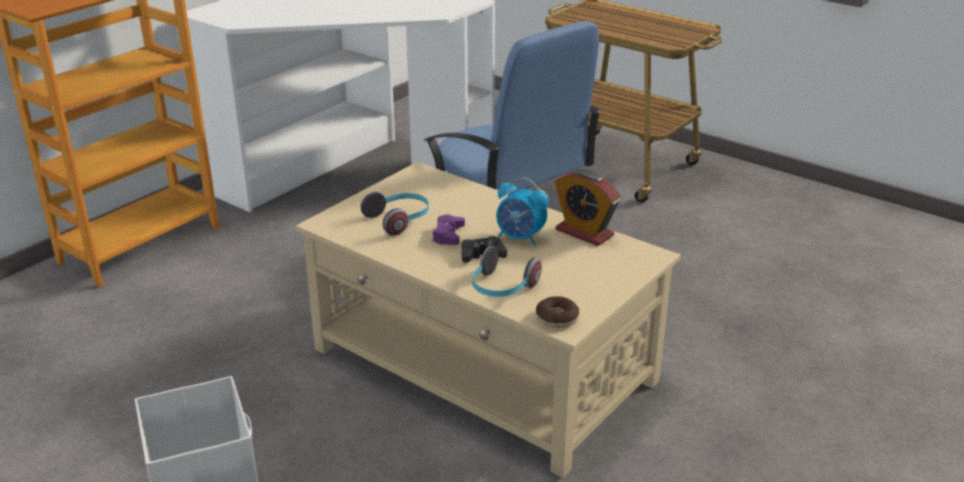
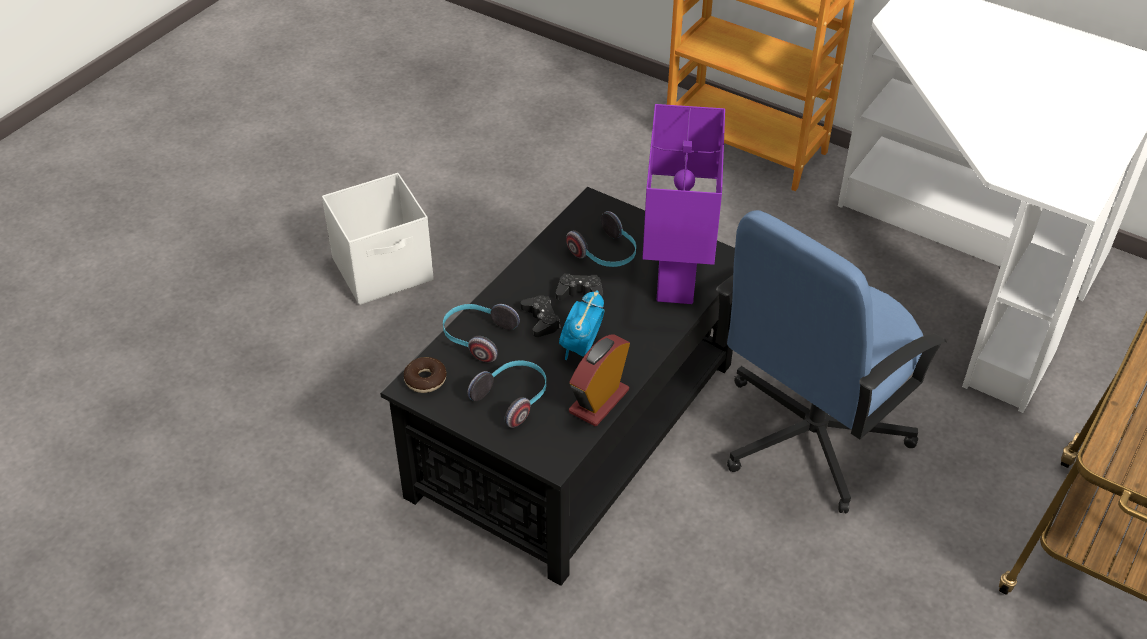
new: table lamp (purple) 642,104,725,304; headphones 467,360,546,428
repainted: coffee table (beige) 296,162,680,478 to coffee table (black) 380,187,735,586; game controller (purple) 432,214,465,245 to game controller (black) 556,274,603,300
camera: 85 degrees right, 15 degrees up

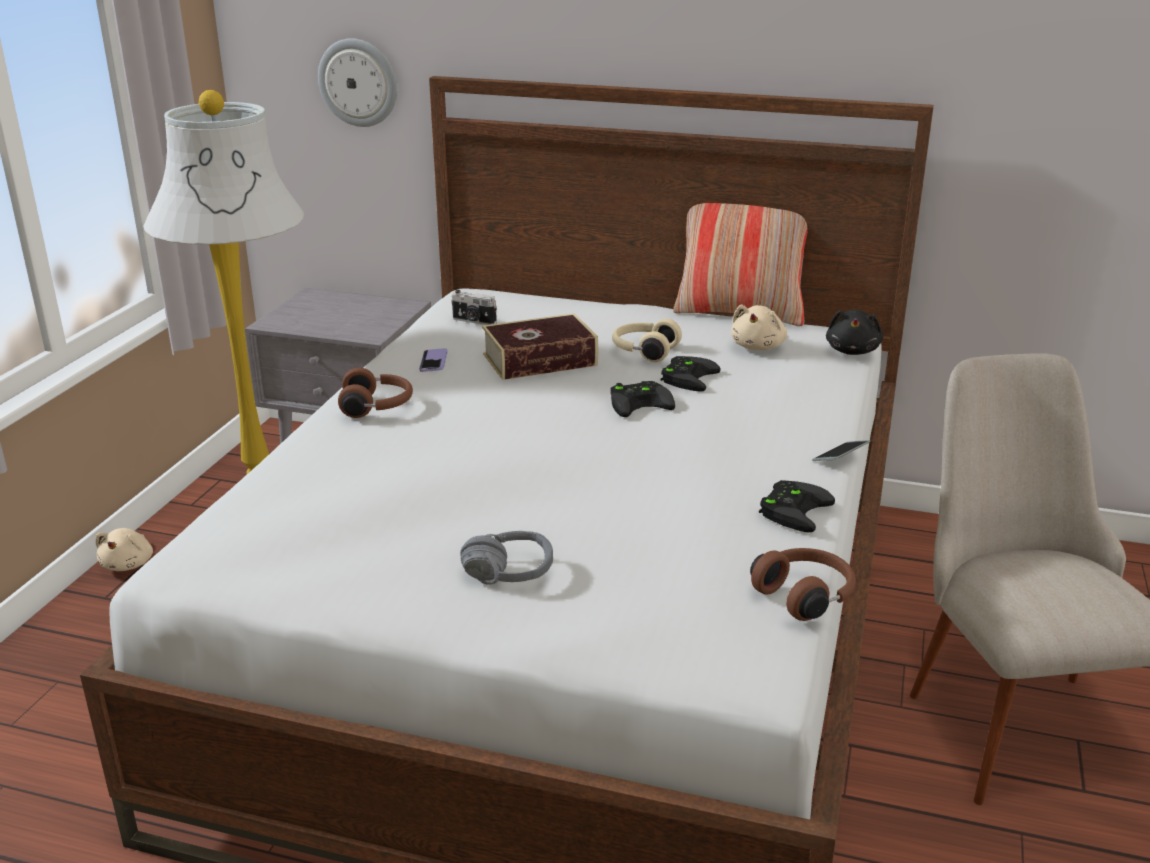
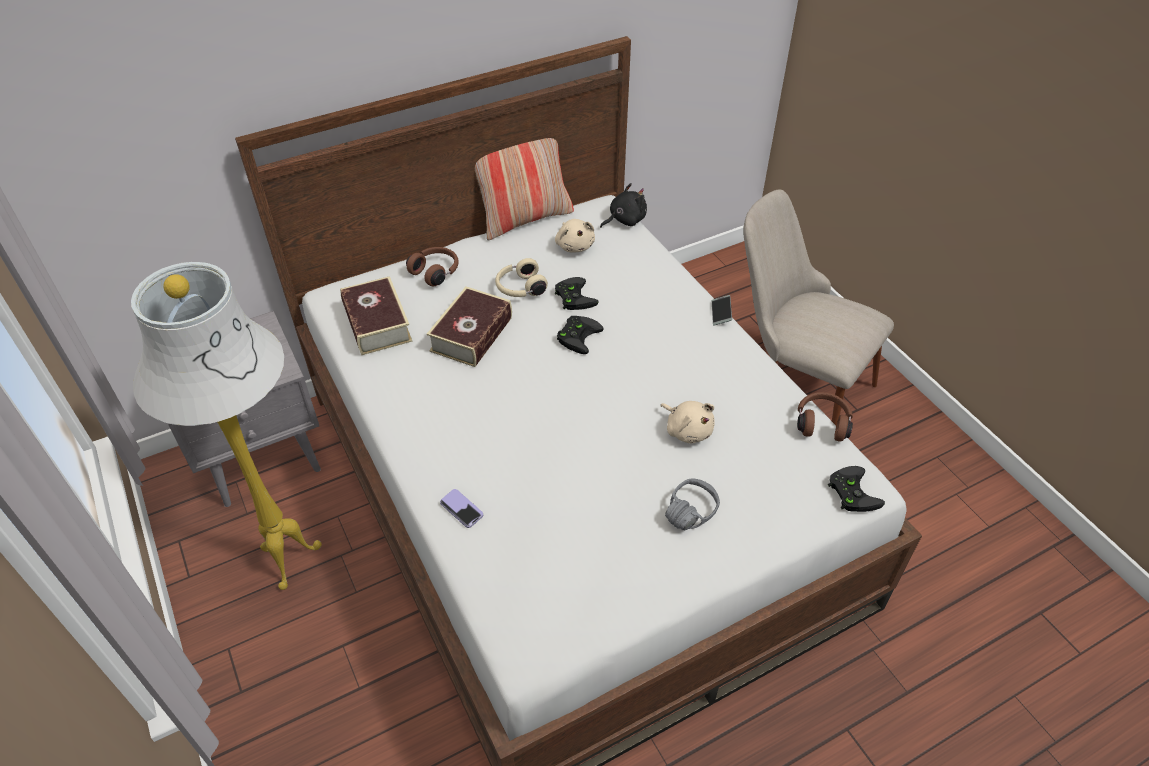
gone: wall clock 318,38,397,127
shifted: phone 419,348,448,372 to 440,489,483,528; headphones (brown) 338,368,413,418 to 406,247,459,287; game controller (black) 759,480,835,532 to 828,466,885,512; plush toy (beige) 95,528,153,571 to 660,401,715,444
swapped: photo camera 451,290,497,325 to book 340,276,413,355
rotated: plush toy (black) 826,310,883,355 = 600,183,647,228 90 degrees counterclockwise
camera: 45 degrees left, 20 degrees up

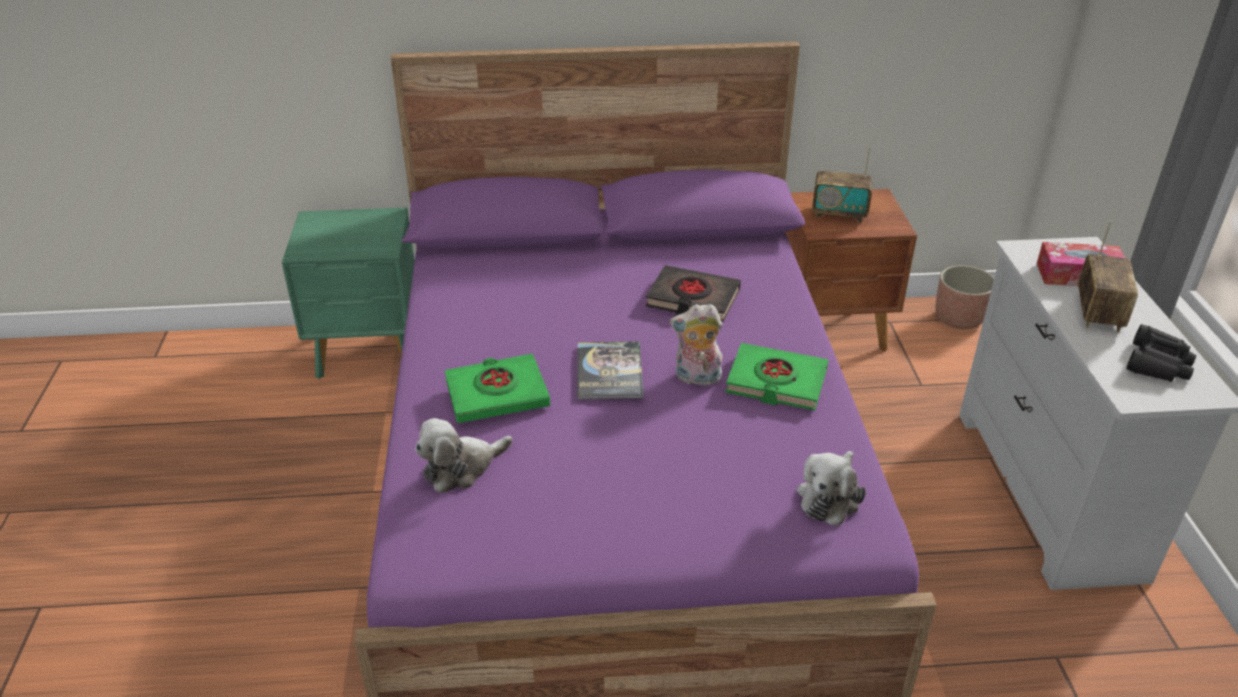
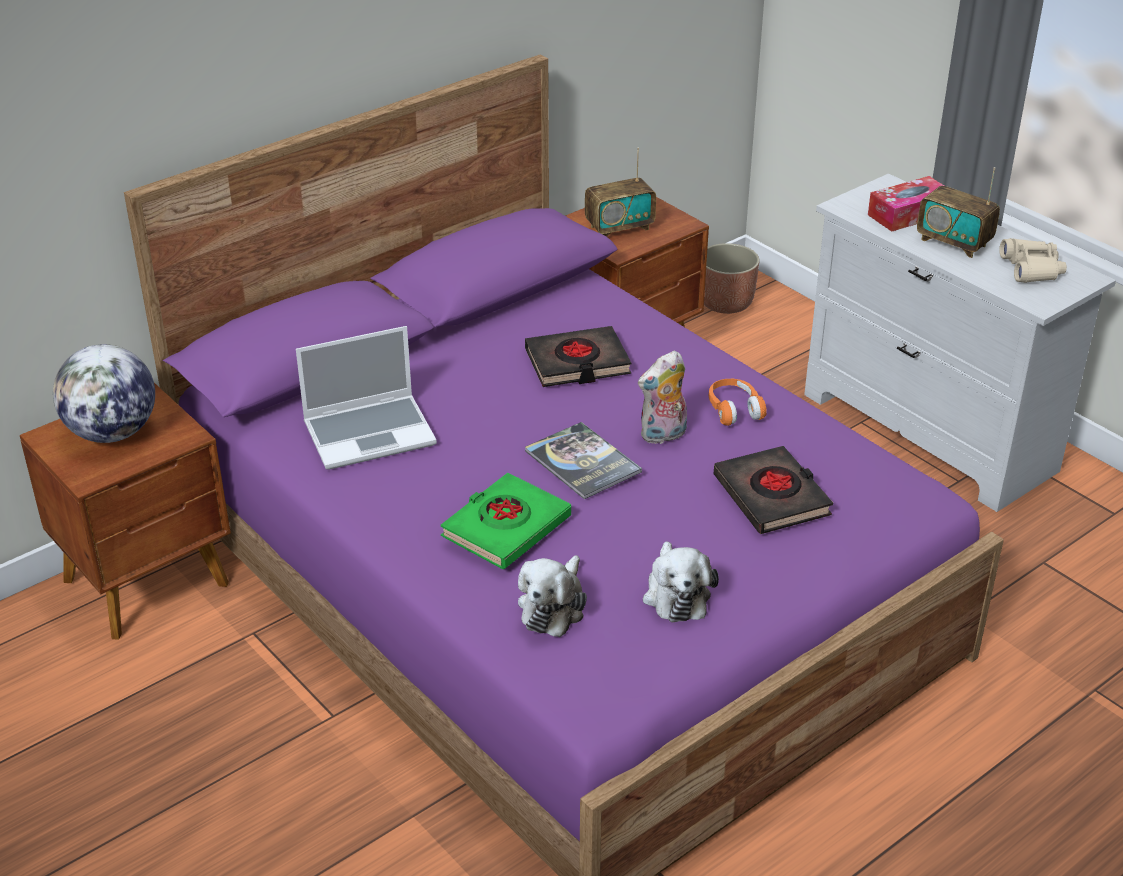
new: laptop 296,326,437,470; globe 53,344,155,443; book (black) 714,446,833,534
shifted: plush toy 797,451,866,526 to 643,541,719,622
swapped: book (green) 725,343,828,410 to headphones (orange) 709,379,767,426
repainted: nightstand (green) 282,207,415,379 to nightstand (brown) 20,383,231,640; binoculars (black) 1126,324,1196,382 to binoculars (beige) 999,238,1067,283
rotated: radio 1078,221,1138,333 = 917,167,1000,258 150 degrees clockwise
camera: 35 degrees left, 0 degrees up

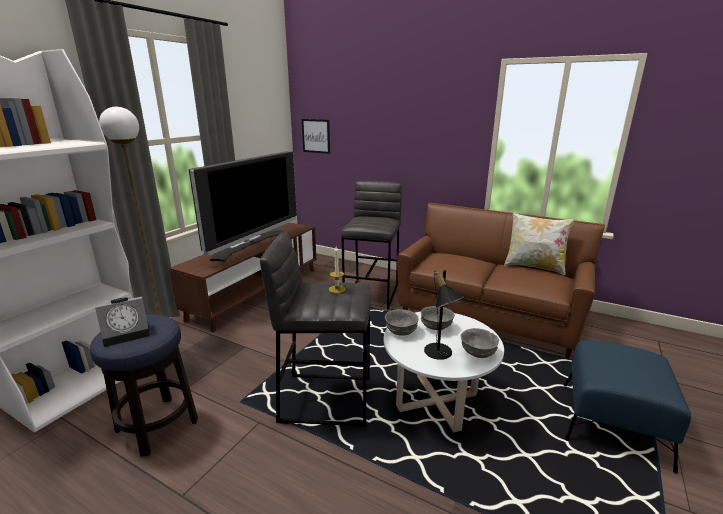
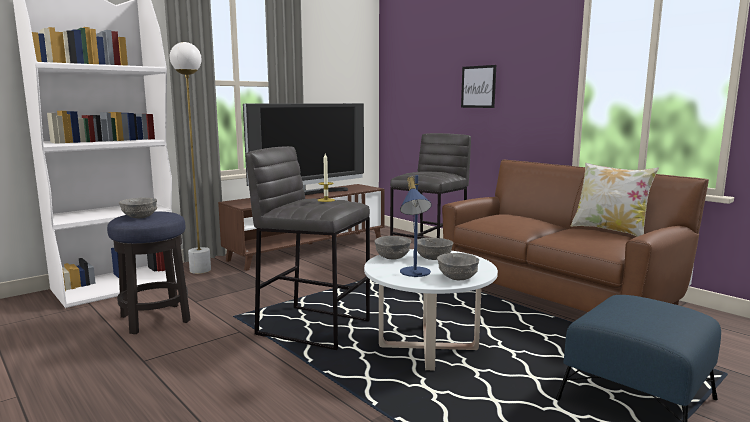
shifted: picture 302,119,330,154 to 461,65,496,108
swapped: alarm clock 95,297,150,347 to bowl (grey) 119,198,157,218
repainted: table lamp (black) 424,270,464,360 to table lamp (blue) 400,175,432,277
camera: 20 degrees right, 10 degrees down

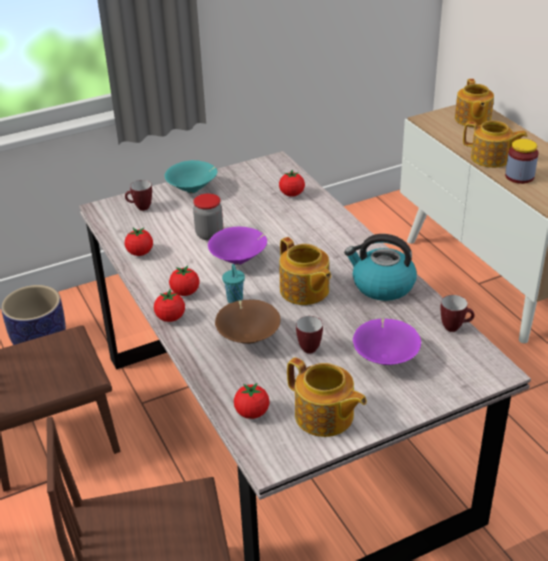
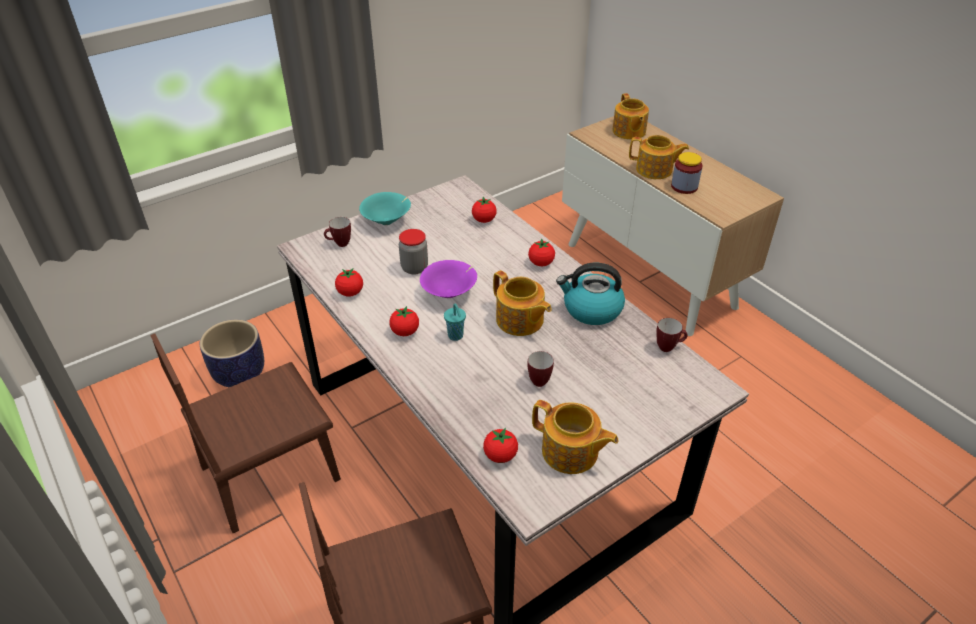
gone: bowl (brown) 215,300,280,344; bowl (purple) 353,318,421,365
shifted: tomato 154,289,185,322 to 528,238,555,266
camera: 10 degrees left, 5 degrees up

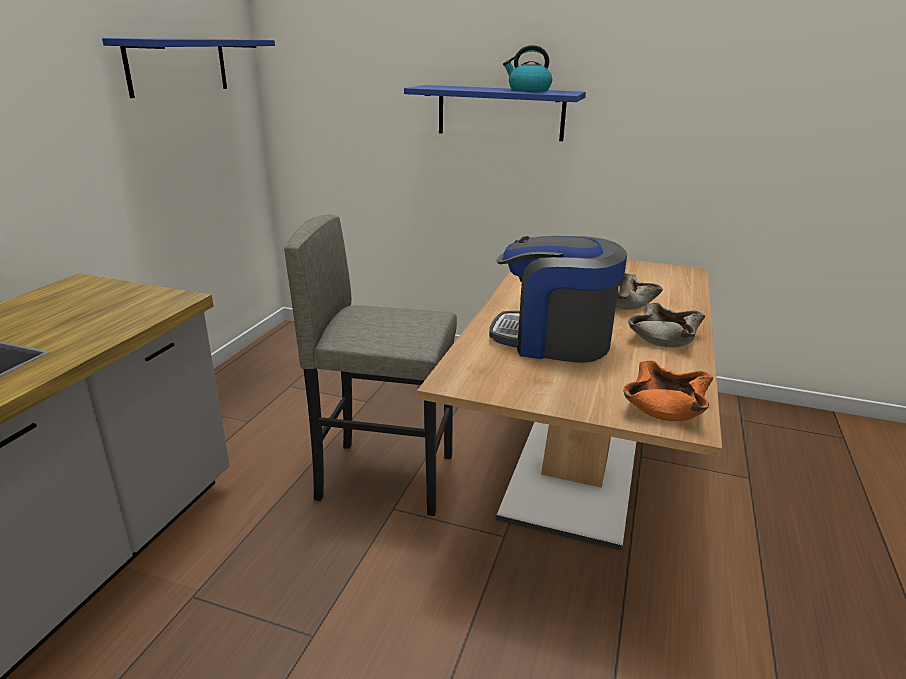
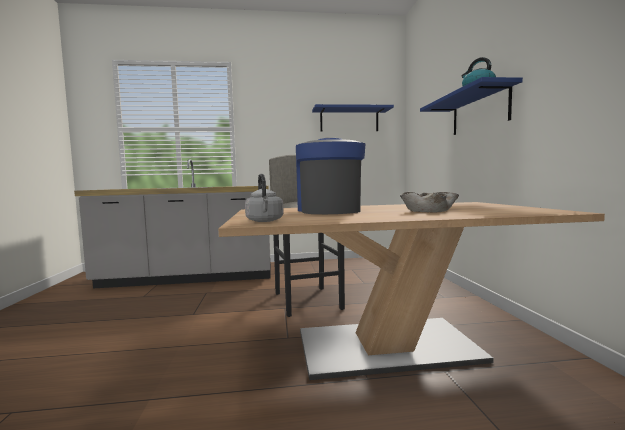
gone: bowl (beige) 628,303,705,347
swapped: bowl (orange) 623,361,713,421 to kettle (grey) 245,174,284,222
camera: 65 degrees right, 20 degrees down

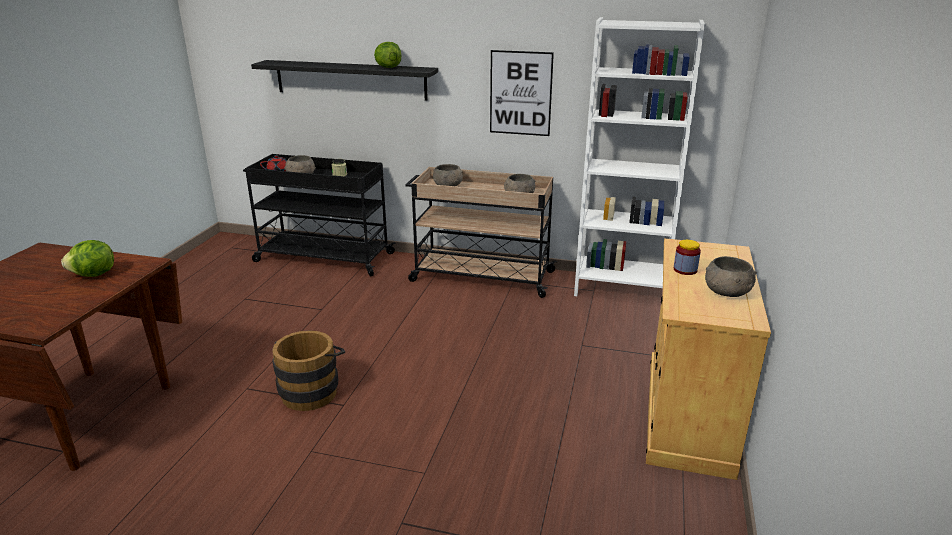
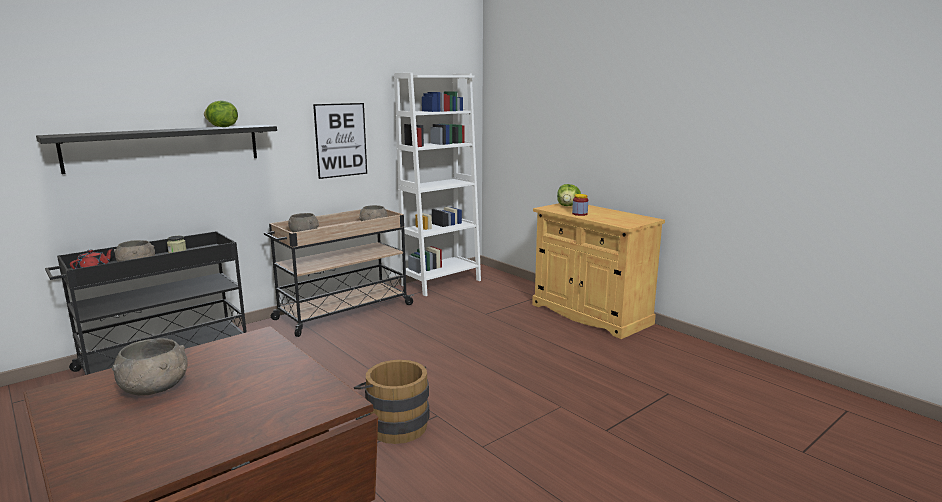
shifted: lettuce 61,240,114,277 to 557,184,581,206; bowl (grey) 705,256,757,297 to 112,338,188,396
camera: 55 degrees left, 10 degrees down

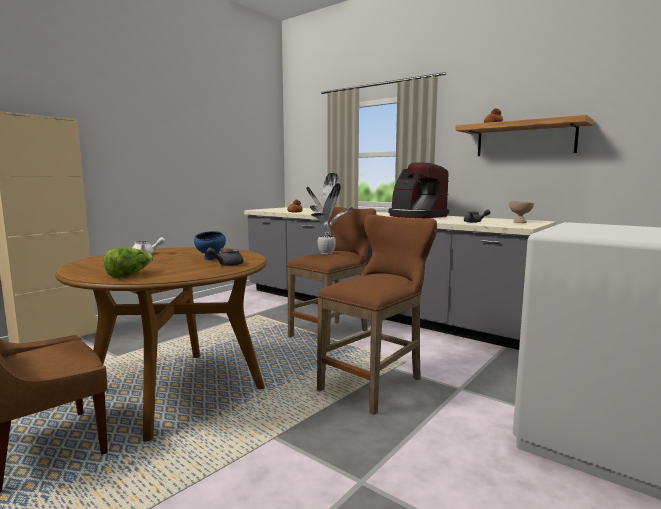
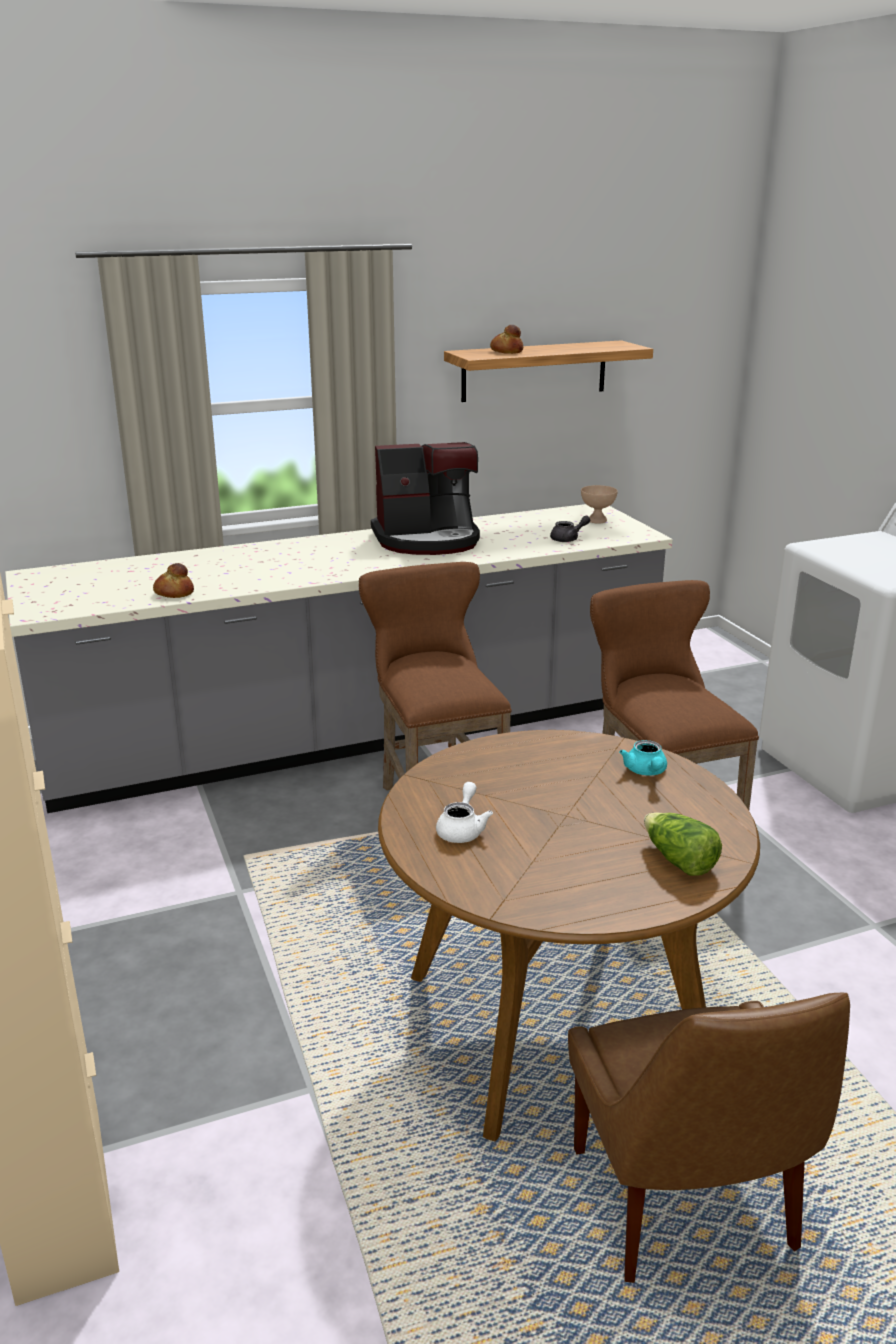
gone: potted plant 307,173,353,254; bowl (blue) 194,231,226,260
repainted: teapot (grey) 207,248,243,266 to teapot (turquoise) 619,740,667,775
camera: 60 degrees left, 15 degrees up

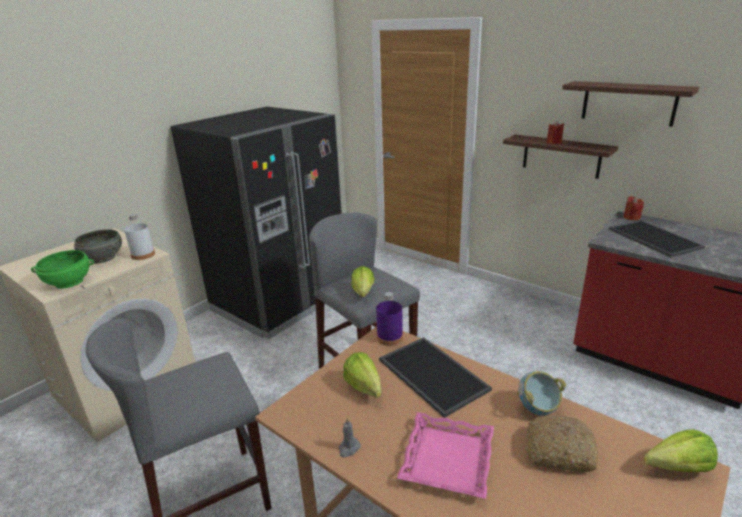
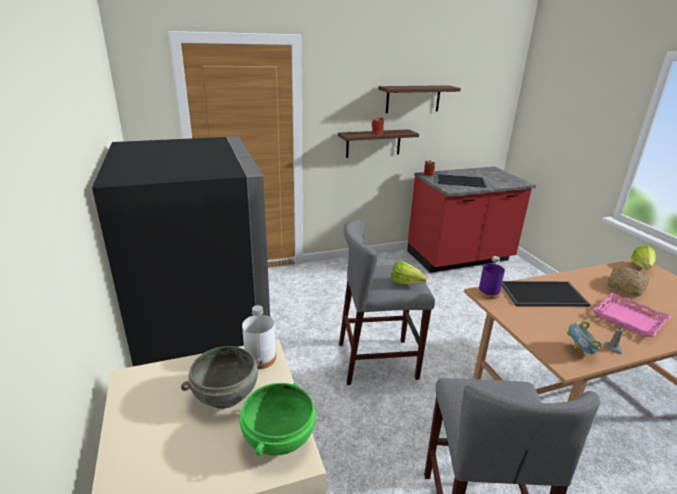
gone: lettuce 343,352,381,398
shifted: bowl 517,371,566,416 to 567,320,602,354
camera: 60 degrees left, 0 degrees up

